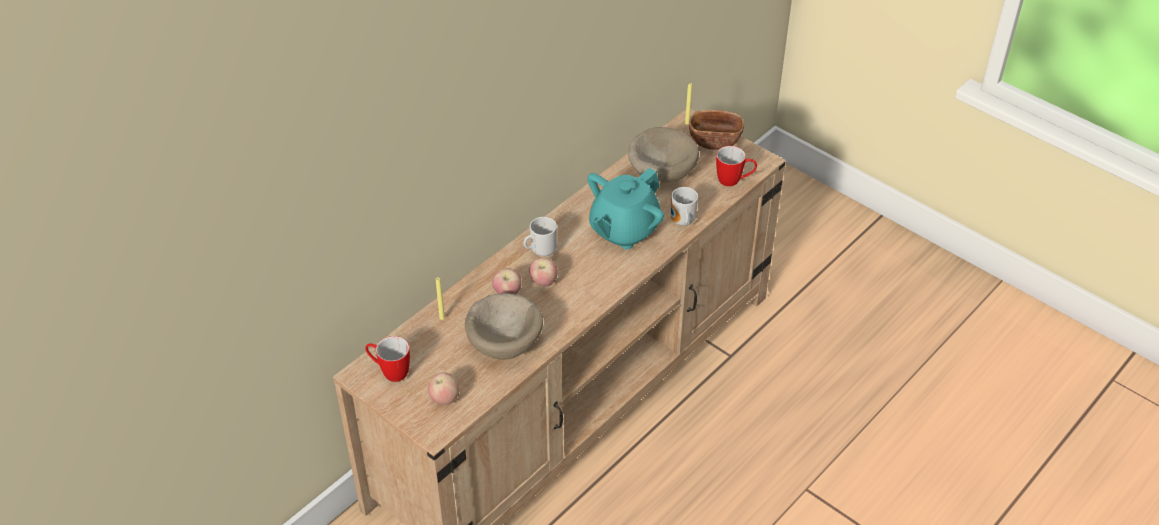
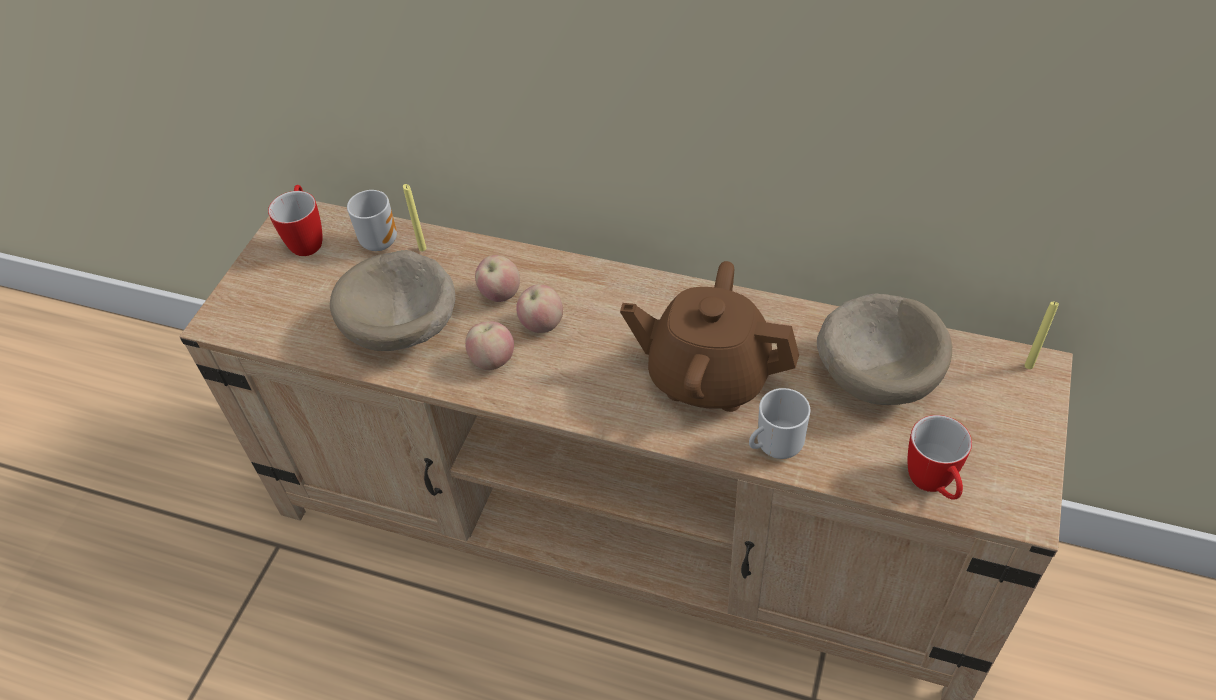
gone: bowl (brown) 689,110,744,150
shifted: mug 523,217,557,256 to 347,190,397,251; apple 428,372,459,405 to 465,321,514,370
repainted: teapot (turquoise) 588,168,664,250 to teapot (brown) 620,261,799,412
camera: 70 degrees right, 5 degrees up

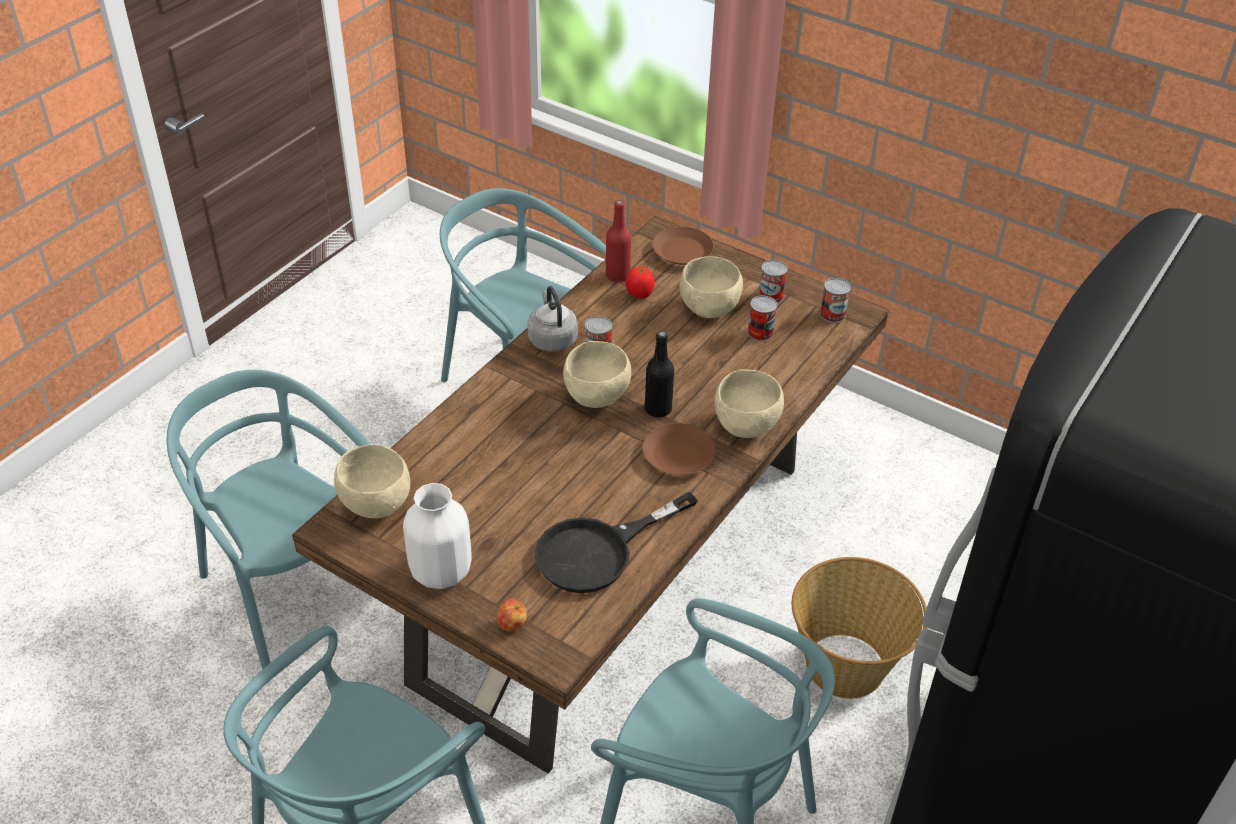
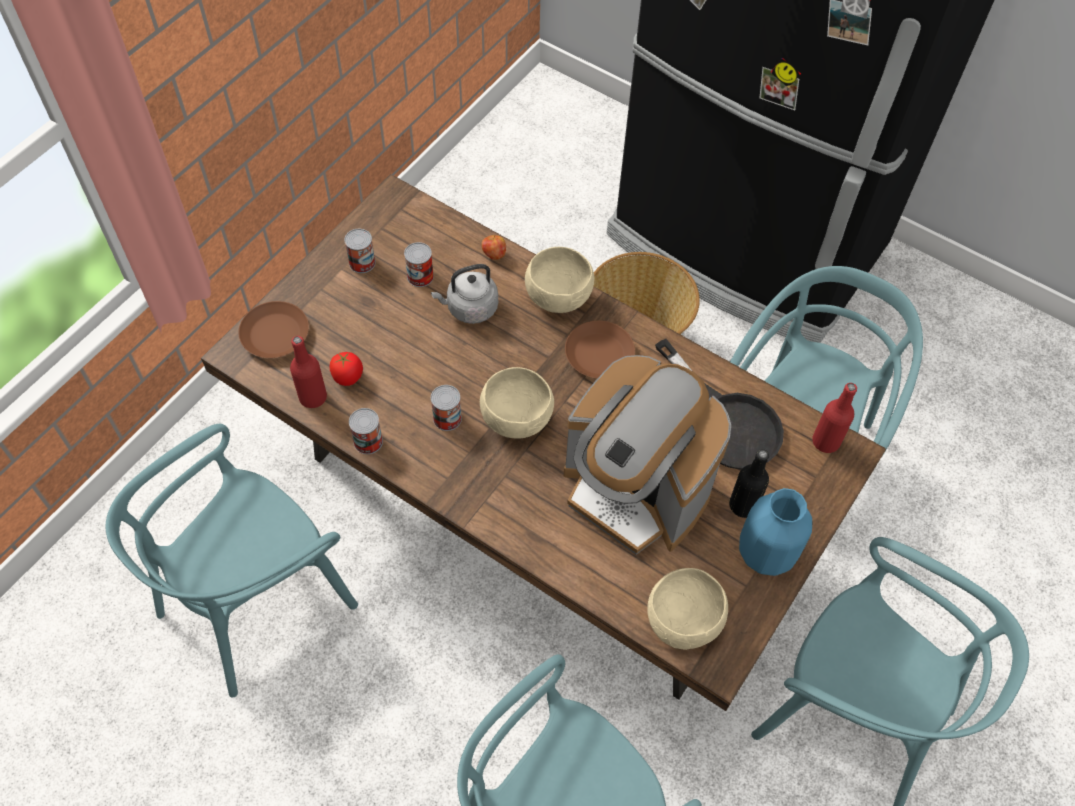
gone: bowl (beige) 680,256,743,318
new: coffee machine 564,355,731,555; bottle (red) 812,383,857,453
shifted: can 820,278,851,323 to 349,408,383,454; kettle (grey) 527,286,578,352 to 431,264,498,324; bottle (black) 645,331,674,417 to 729,449,769,518; apple 497,599,527,631 to 482,235,506,260
repainted: vase (white) 403,483,472,589 to vase (blue) 739,488,812,576
camera: 90 degrees left, 15 degrees up

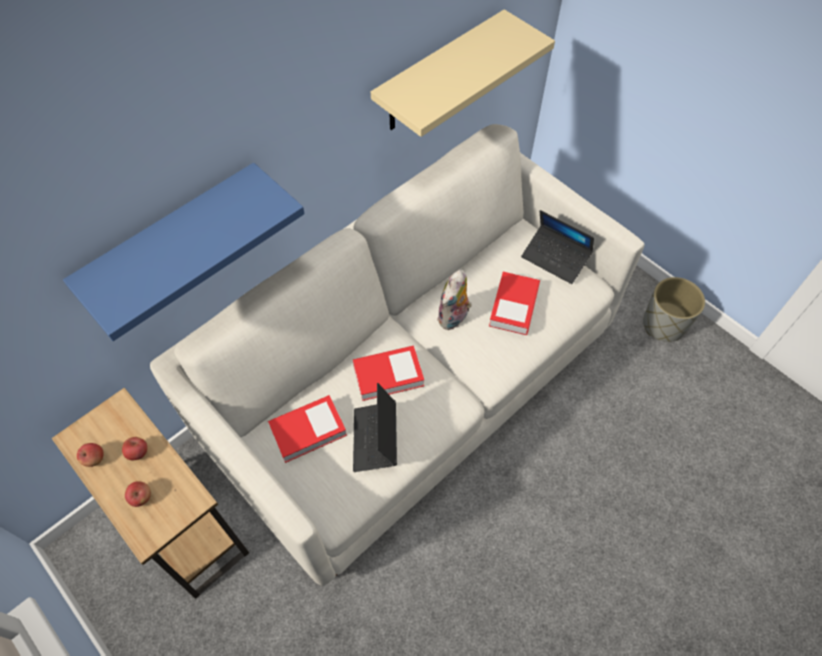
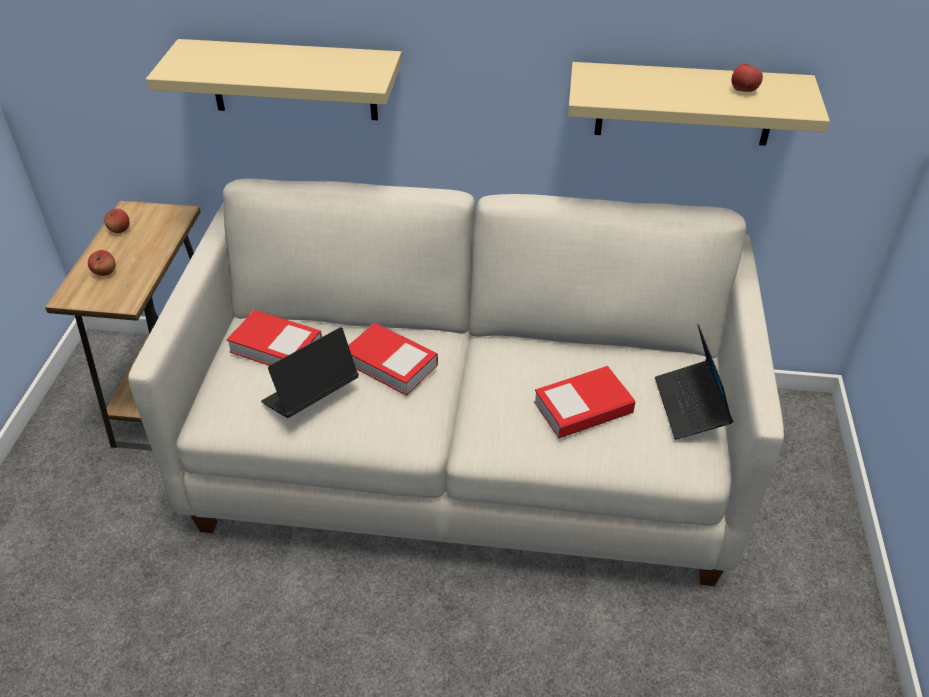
gone: plush toy 437,270,472,330; planter (grey) 643,277,705,342
shifted: apple 122,437,148,460 to 731,64,763,92
repainted: shelf (blue) 63,163,305,341 to shelf (beige) 146,39,402,120
camera: 50 degrees right, 15 degrees down

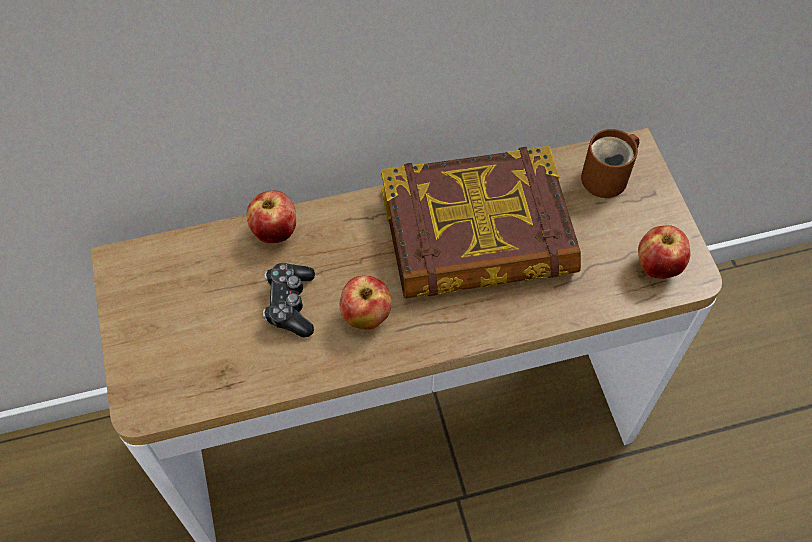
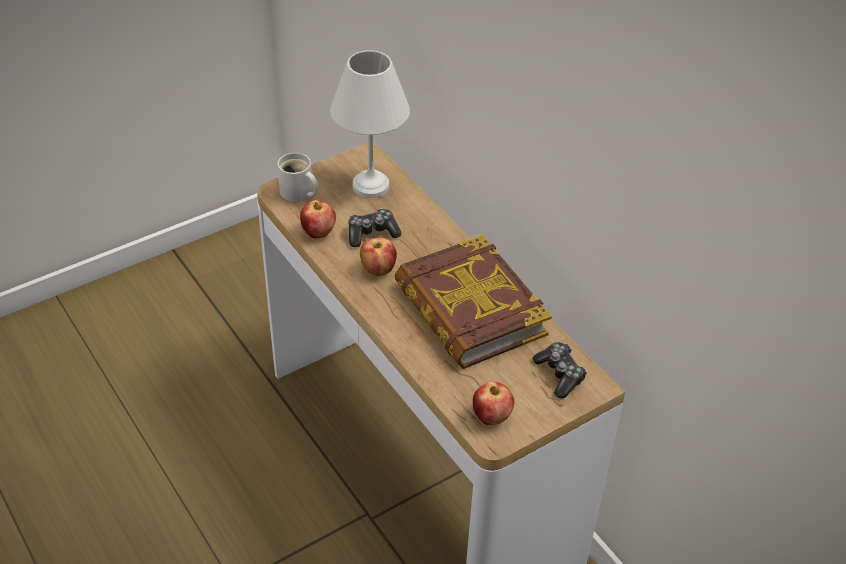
new: table lamp (white) 330,50,410,198; mug (white) 278,153,318,202
shifted: apple 247,190,296,243 to 300,200,336,238
swapped: mug (brown) 581,129,639,198 to game controller 533,342,587,398
camera: 70 degrees right, 15 degrees down

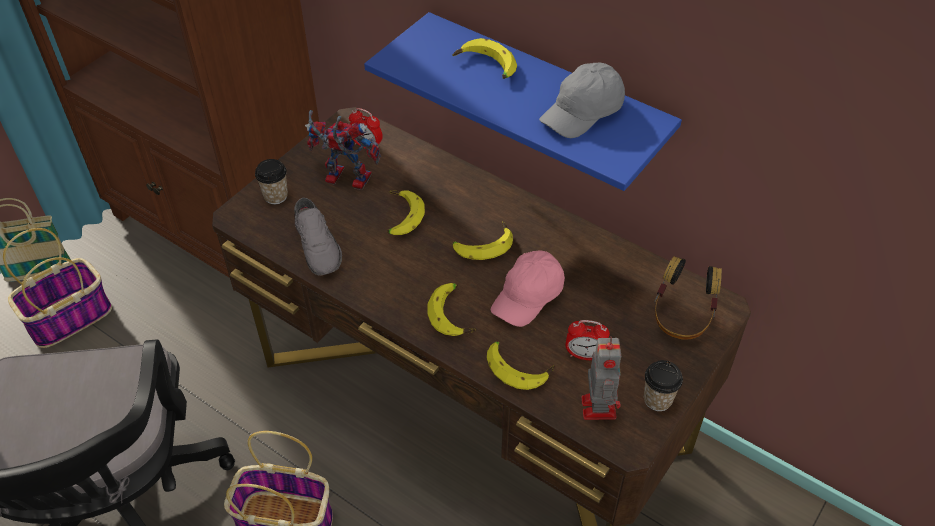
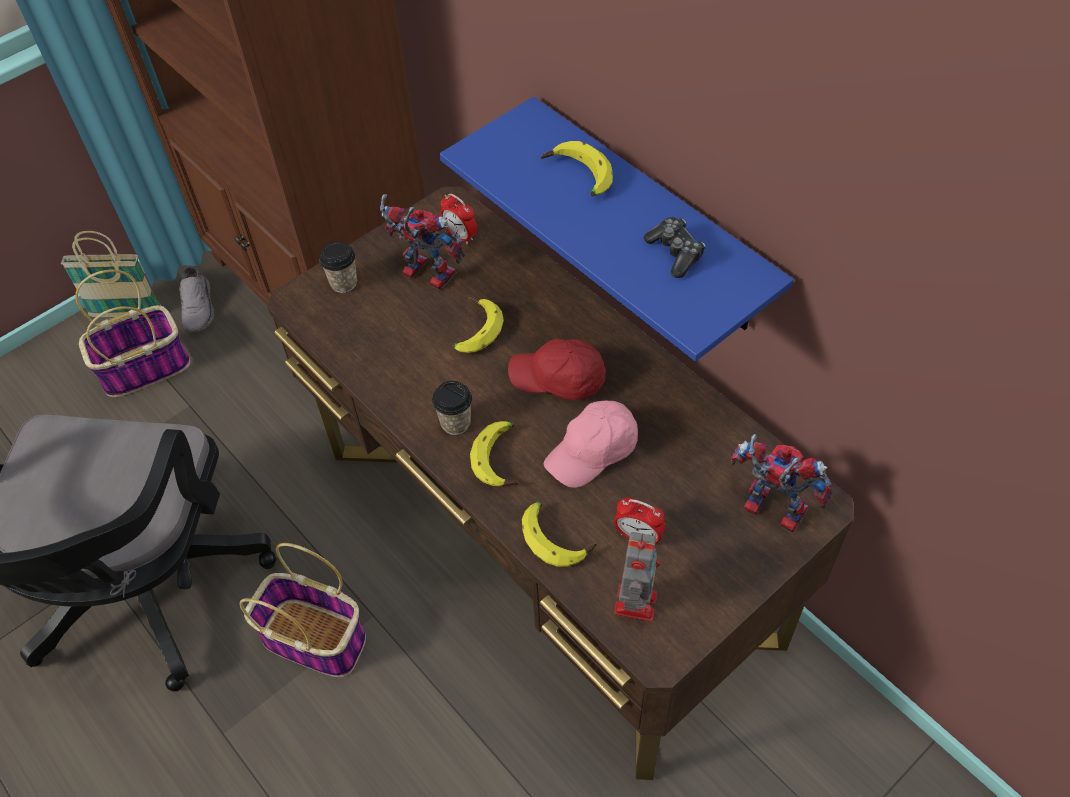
shifted: shoe (grey) 294,198,342,276 to 179,267,215,332; cup 644,360,683,411 to 432,381,472,435
swapped: cap (grey) 539,62,625,138 to game controller 644,217,705,278; banana 453,221,513,260 to cap (red) 508,339,606,400; headphones 654,256,722,340 to toy robot 731,434,832,532
camera: 15 degrees right, 5 degrees up

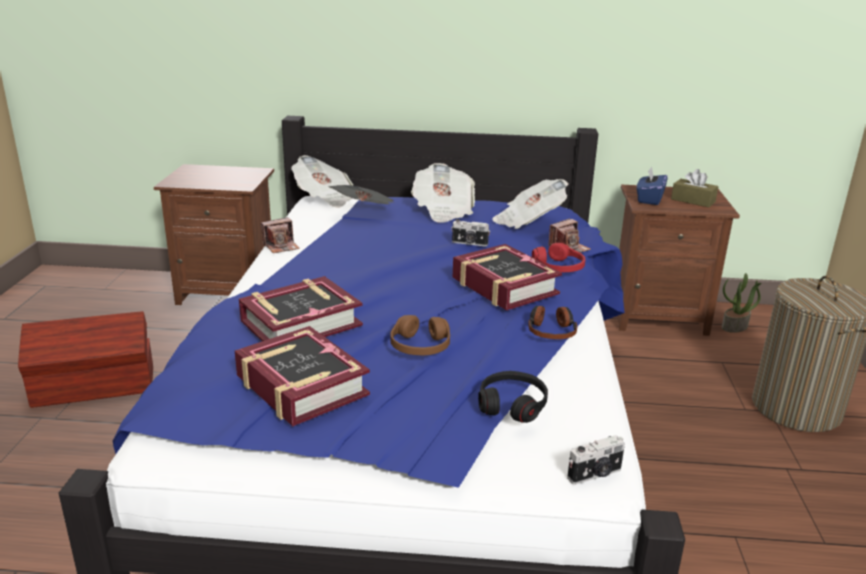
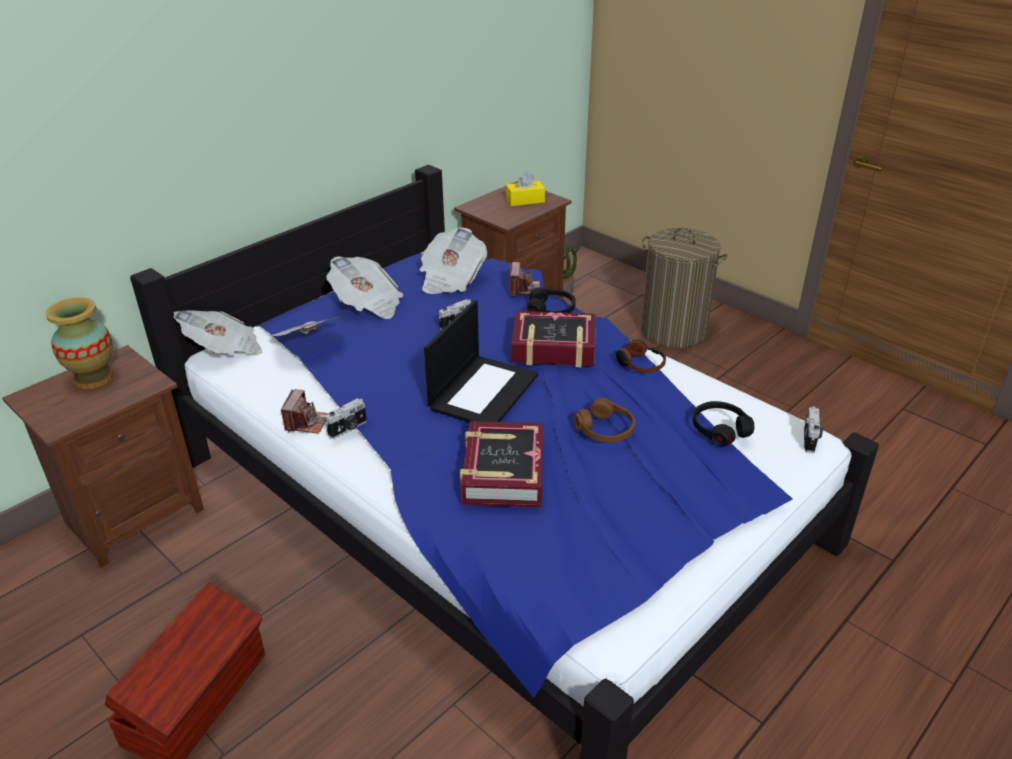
gone: tissue box (blue) 637,166,668,205; book 235,326,370,426
new: vase 45,297,113,389; laptop 424,300,538,423; photo camera 325,398,367,439
repainted: tissue box (brown) 671,169,719,207 to tissue box (yellow) 506,172,545,206; headphones (red) 532,243,585,272 to headphones (black) 527,287,576,313
camera: 50 degrees left, 10 degrees up

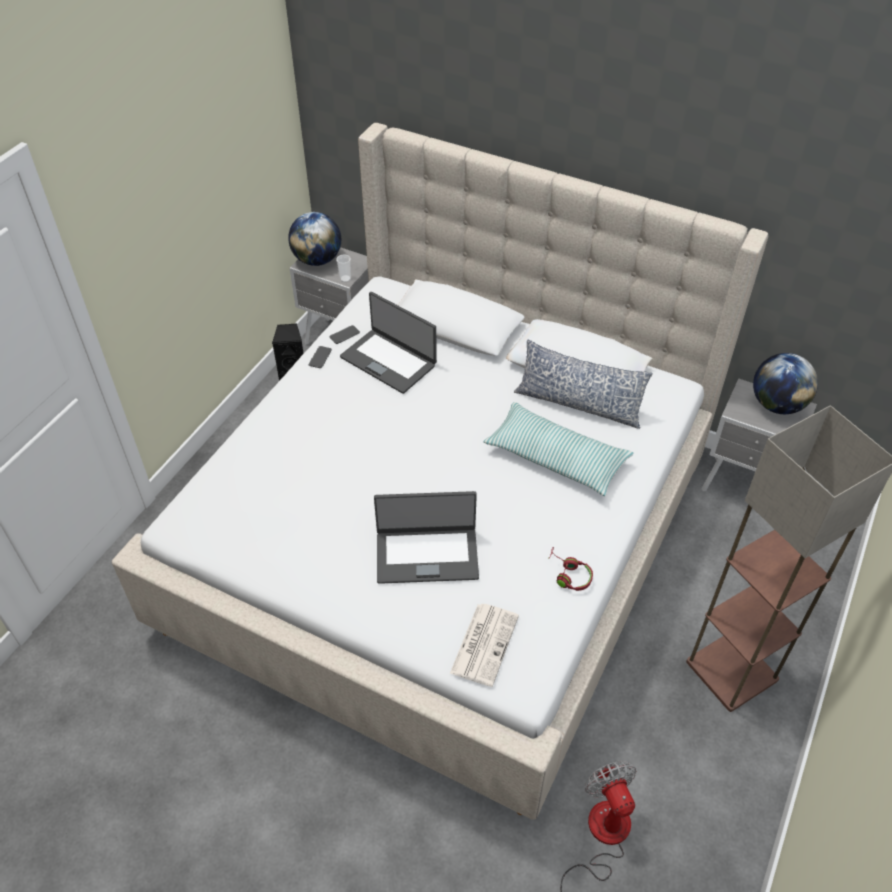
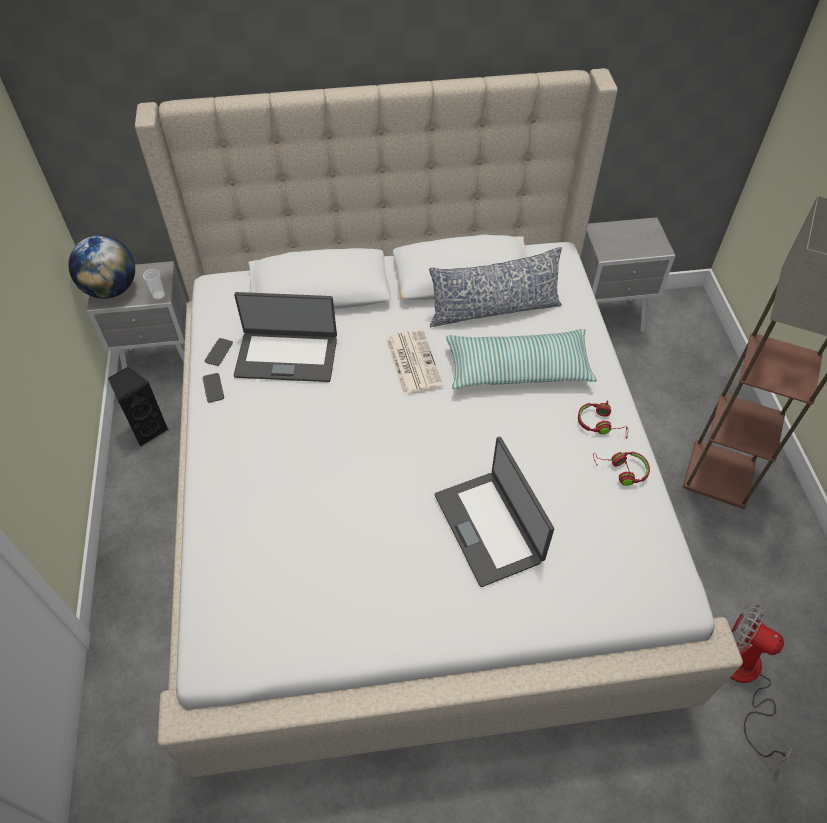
gone: globe 753,353,818,414
new: headphones (red) 578,400,628,439
shifted: newspaper 450,604,519,687 to 386,329,443,395
rotated: laptop 374,491,479,584 = 435,437,554,587 105 degrees clockwise
camera: 35 degrees left, 5 degrees up

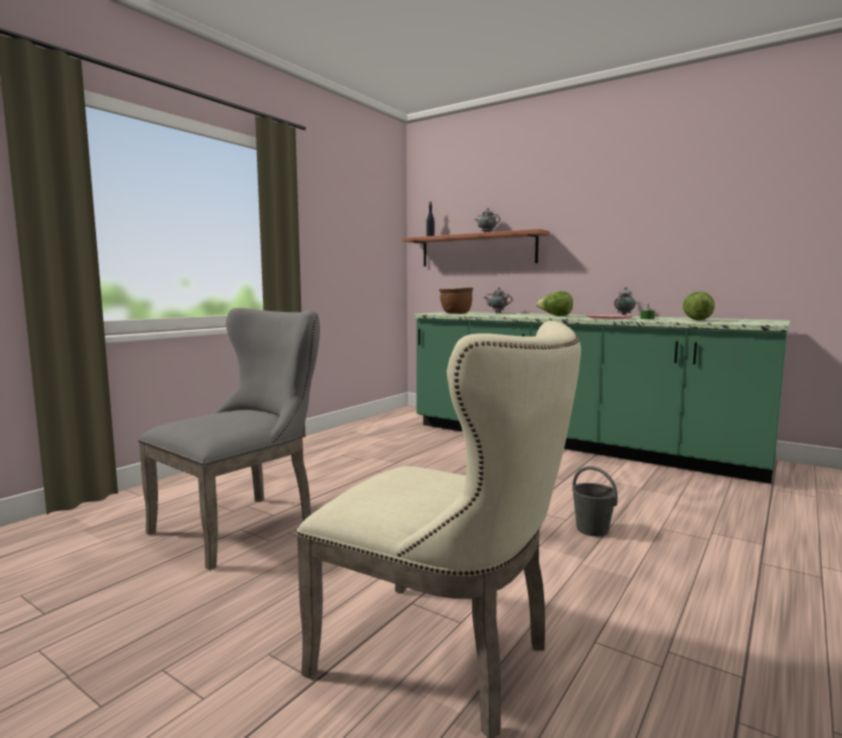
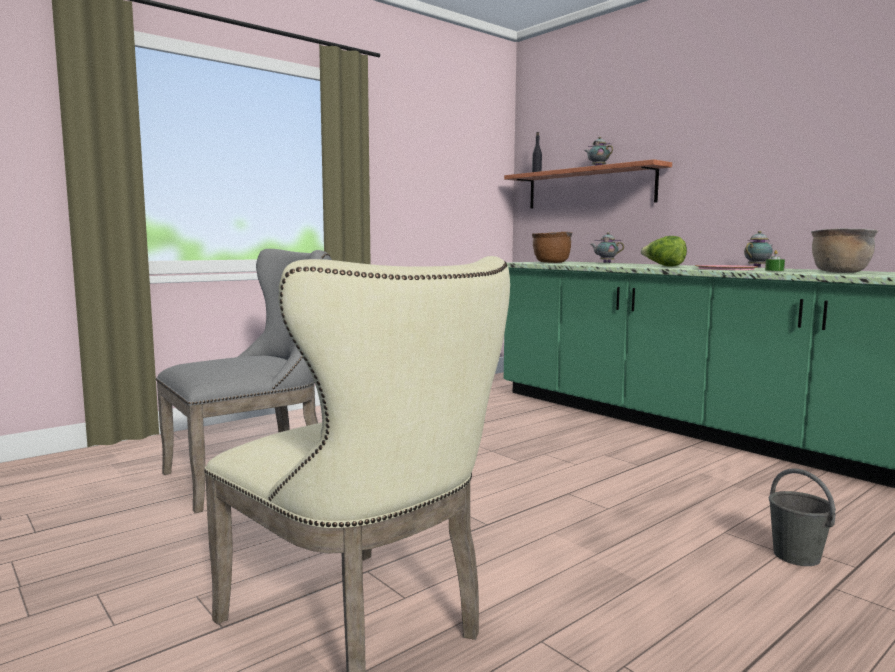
shifted: bucket (grey) 572,466,618,537 to 769,468,836,566
swapped: lettuce 683,292,715,320 to cooking pot (brown) 811,228,878,273
camera: 15 degrees right, 0 degrees up

